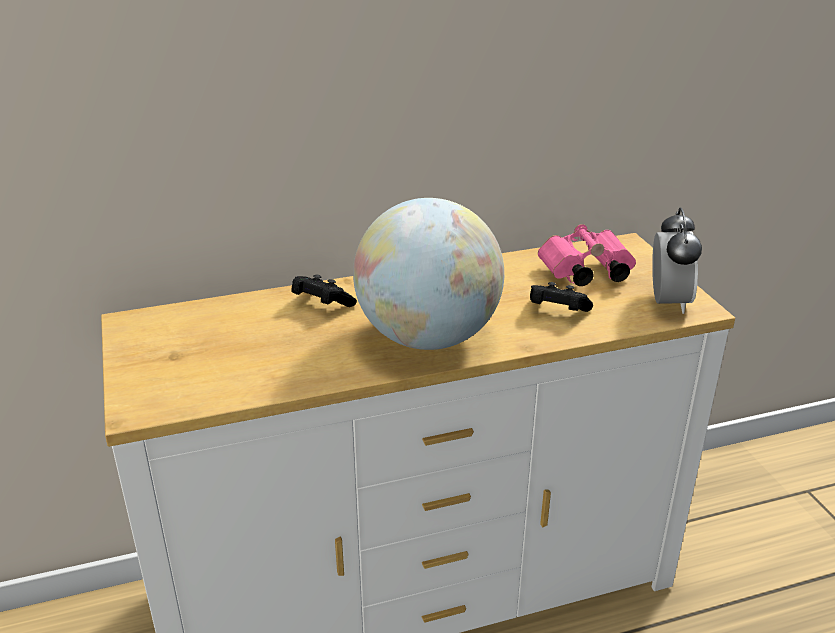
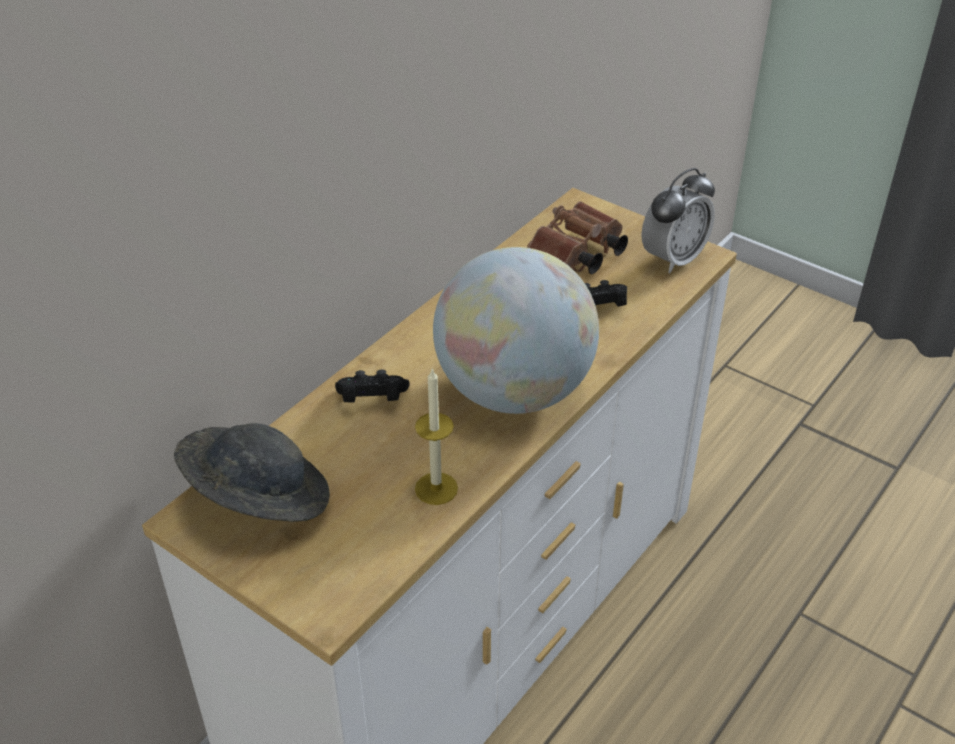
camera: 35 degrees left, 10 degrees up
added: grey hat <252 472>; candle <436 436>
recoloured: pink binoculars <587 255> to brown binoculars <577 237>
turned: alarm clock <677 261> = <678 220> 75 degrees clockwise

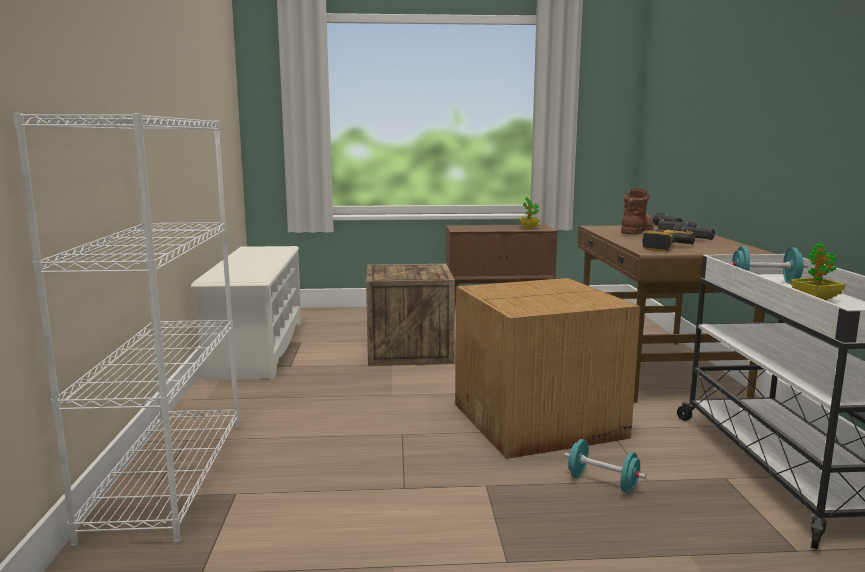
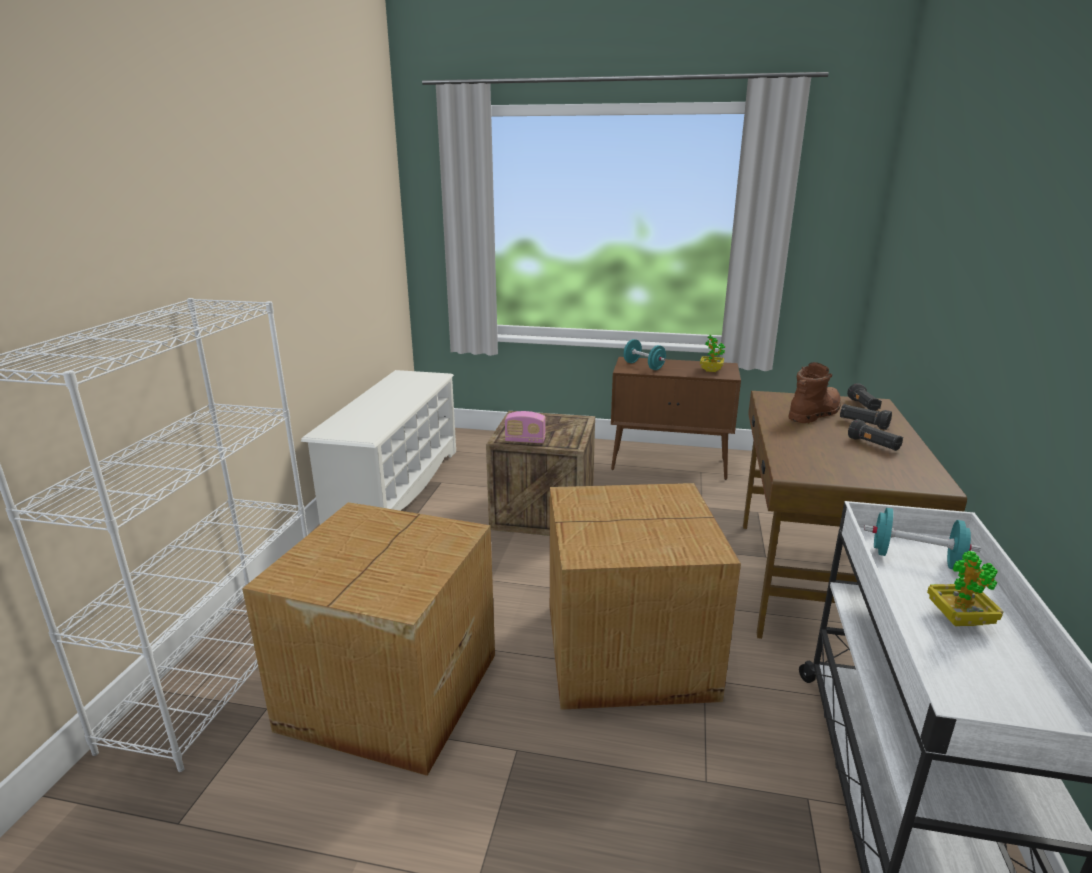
camera: 15 degrees right, 10 degrees up
removed: power drill <668 240>
added: cardboard box <368 639>; radio <525 427>
moved: turquoise dumbbell <605 466> to <645 354>

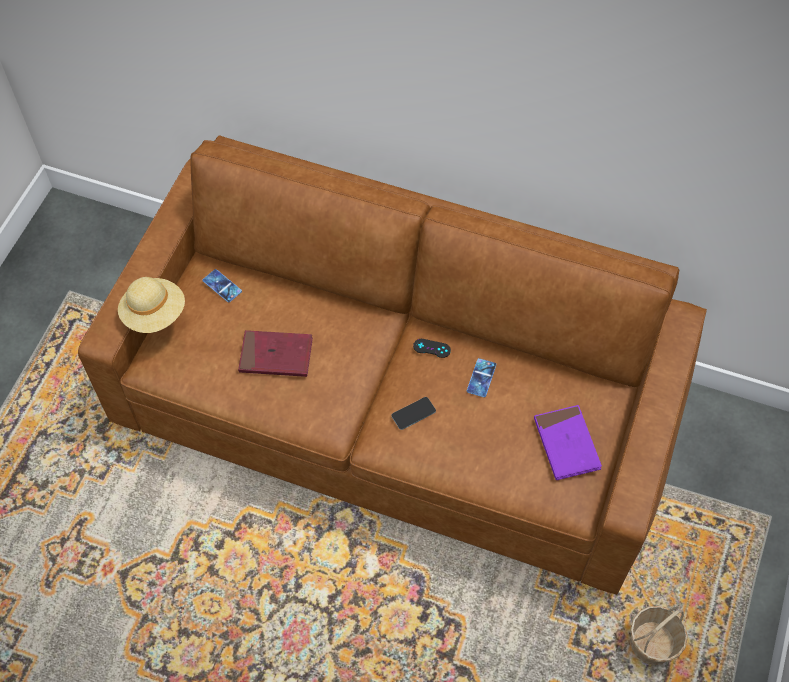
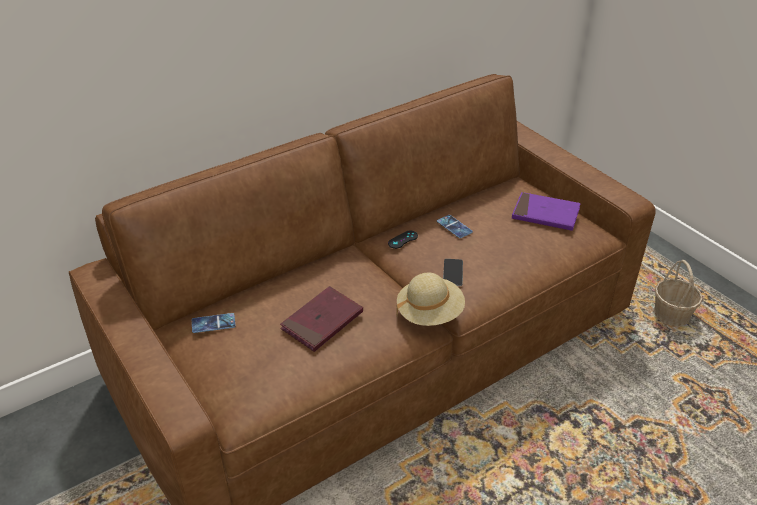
camera: 55 degrees left, 20 degrees down
moved: beige hat <151 305> to <430 299>

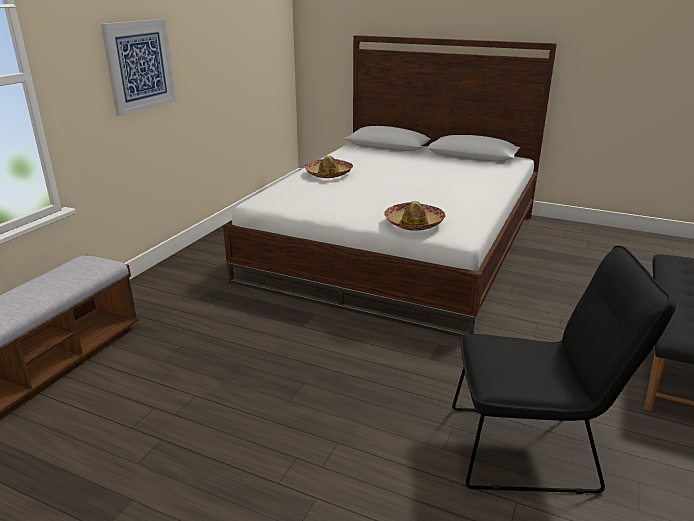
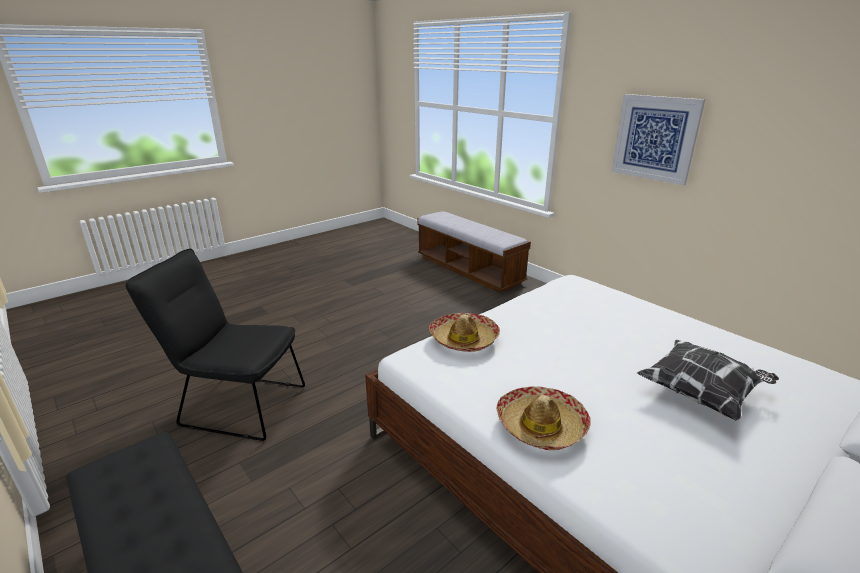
camera: 115 degrees right, 0 degrees up
added: pillow <708 380>
moved: hat <328 166> to <544 418>
turned: black chair <564 370> = <215 345> 75 degrees clockwise

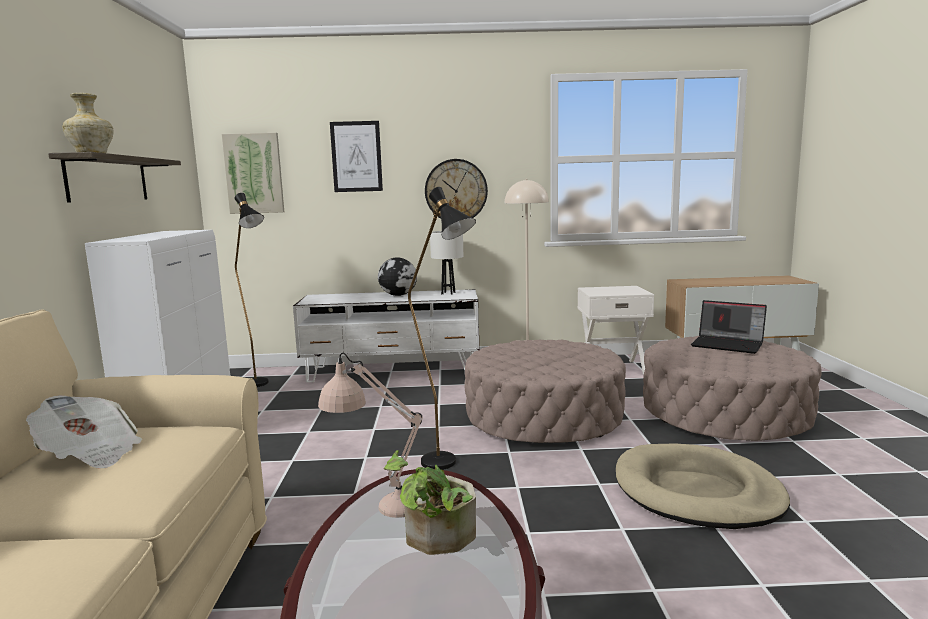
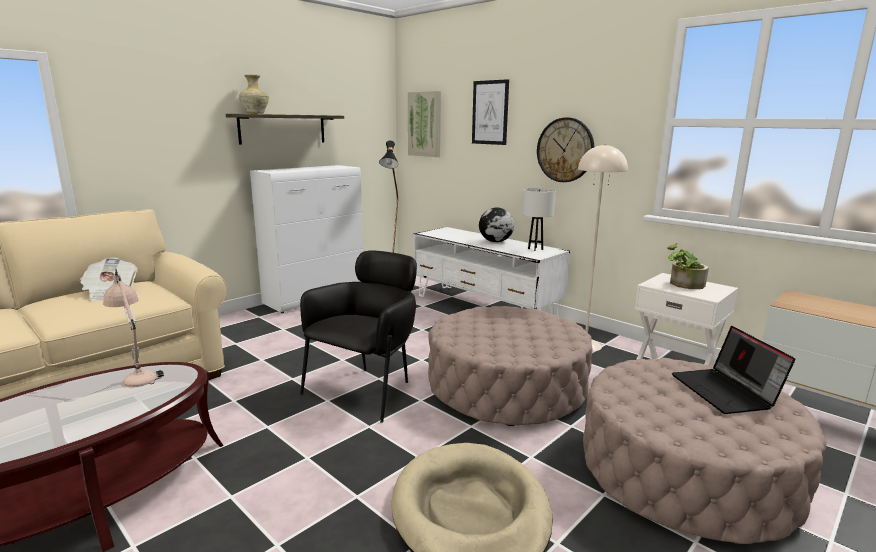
camera: 45 degrees right, 5 degrees up
moved: potted plant <430 502> to <688 266>
replaced: black floor lamp <442 328> to black armchair <358 336>

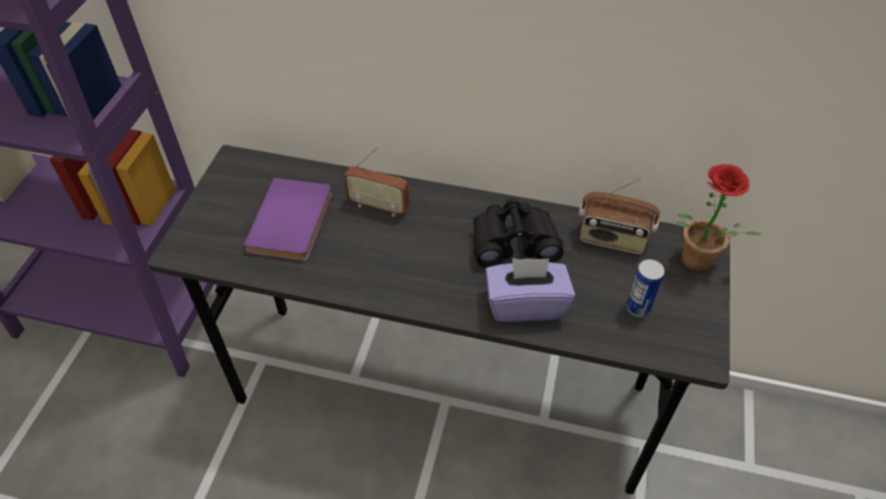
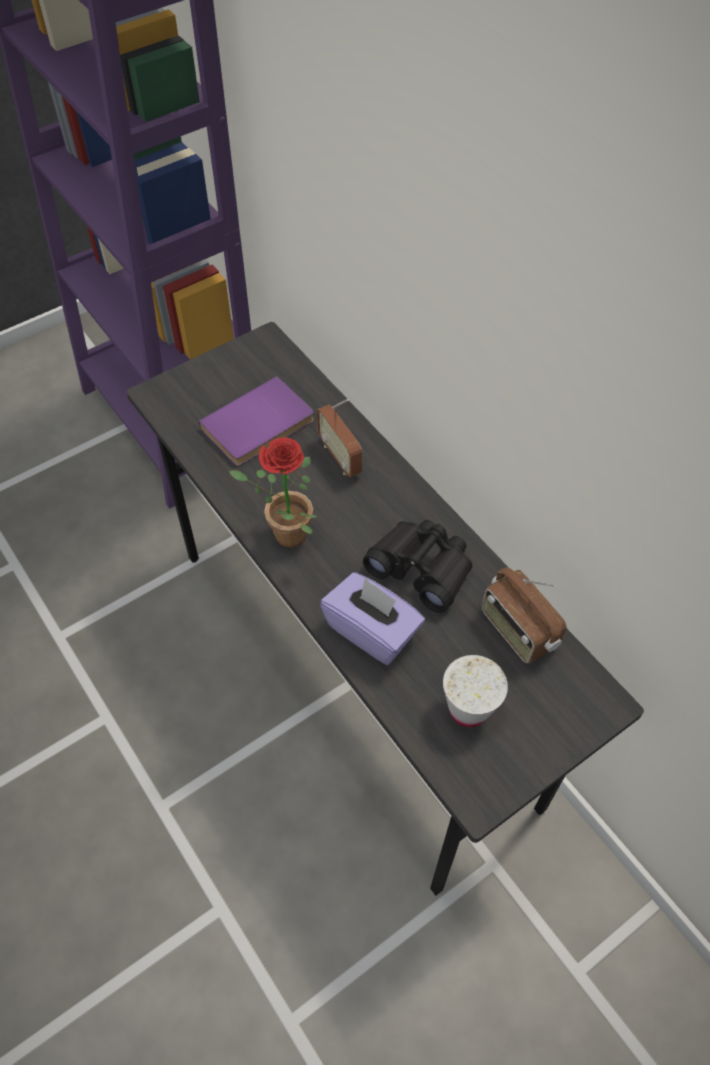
camera: 40 degrees right, 5 degrees up
moved: potted plant <719 218> to <272 492>
replaced: can <645 288> to white cup <475 691>

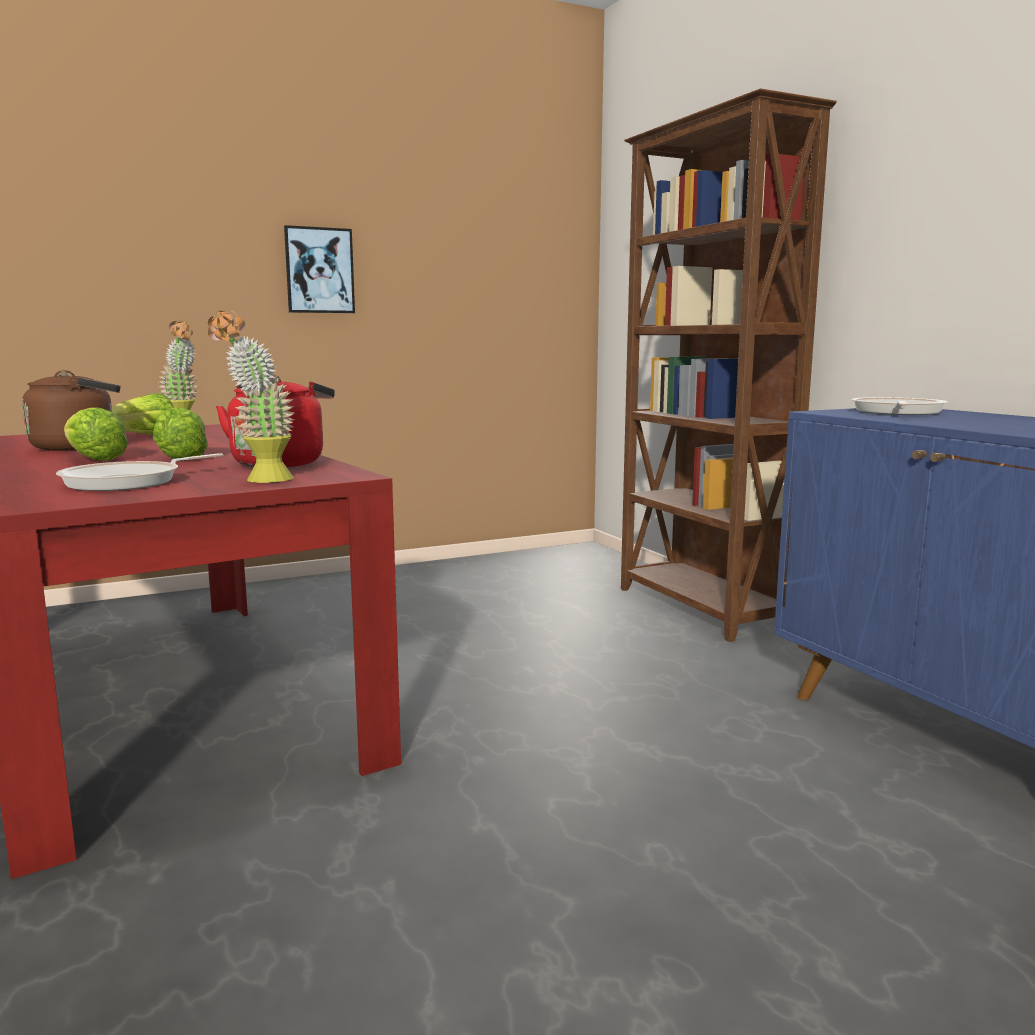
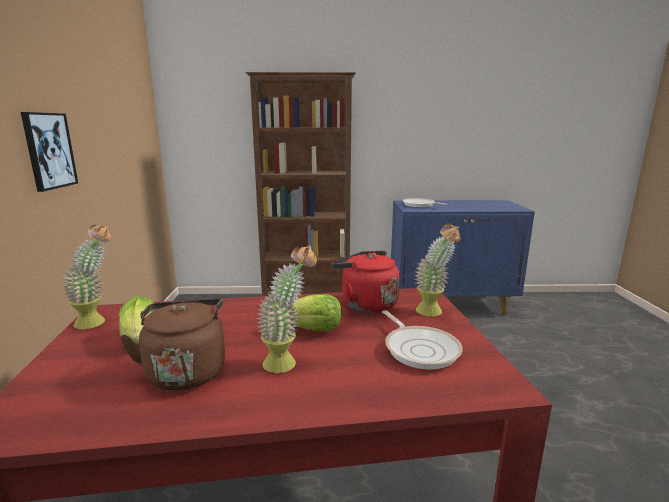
camera: 65 degrees left, 5 degrees up
replaced: lettuce <96 434> to potted plant <287 309>

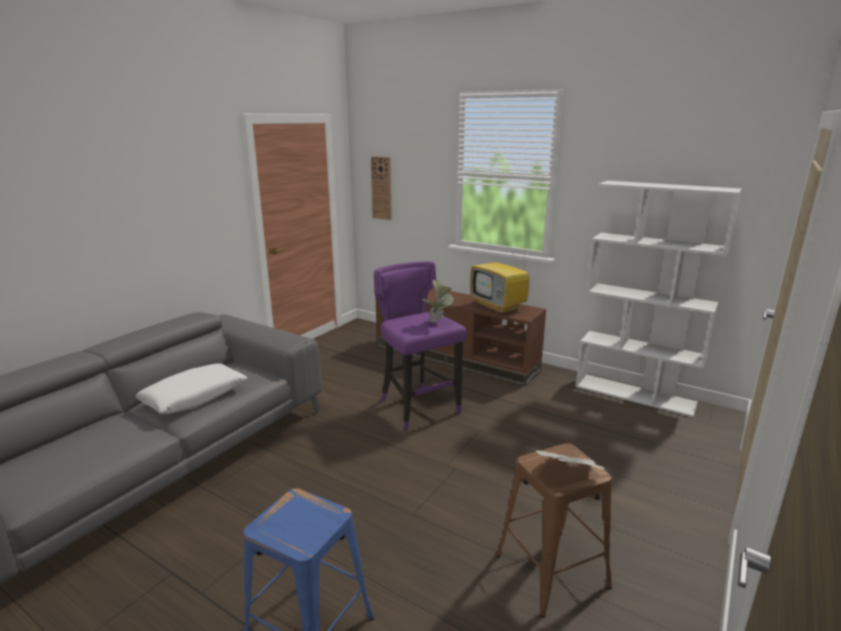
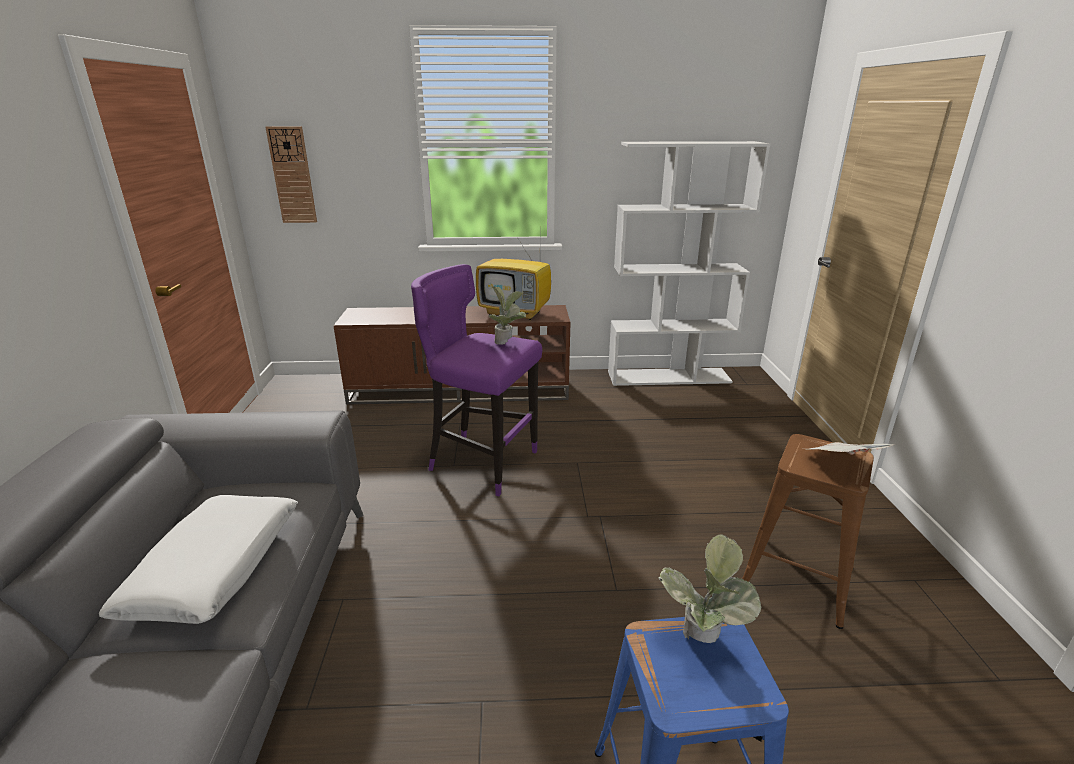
camera: 35 degrees left, 5 degrees up
added: potted plant <709 588>

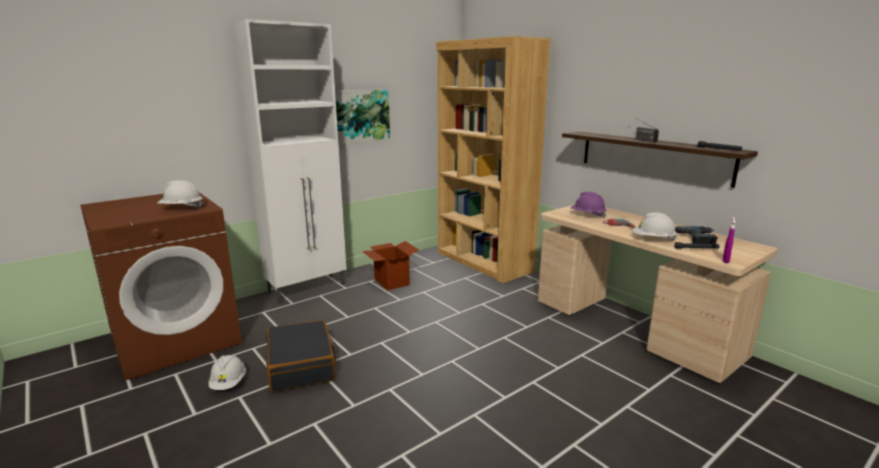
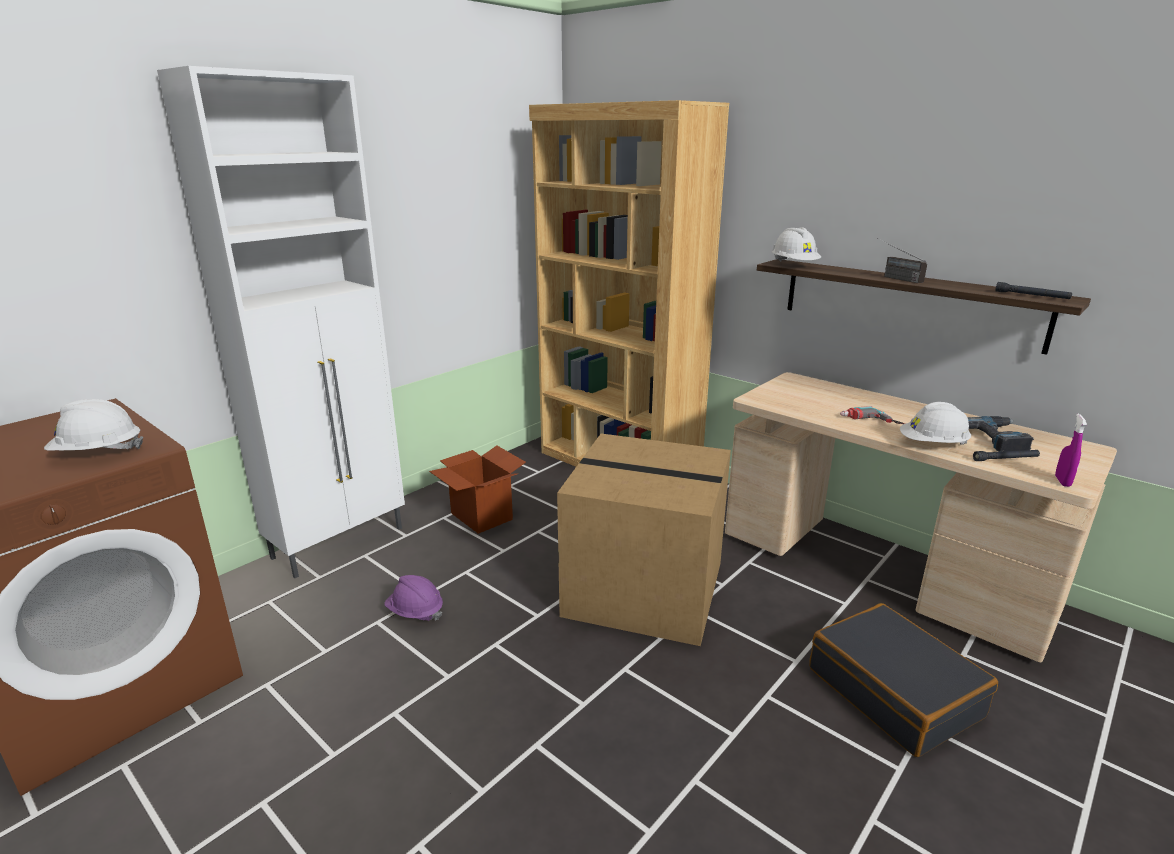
camera: 10 degrees left, 5 degrees up
removed: picture <362 117>
added: cardboard box <644 540>
moved: white hard hat <227 372> to <796 244>; black suitcase <301 355> to <903 680>; purple hard hat <588 205> to <414 598>

